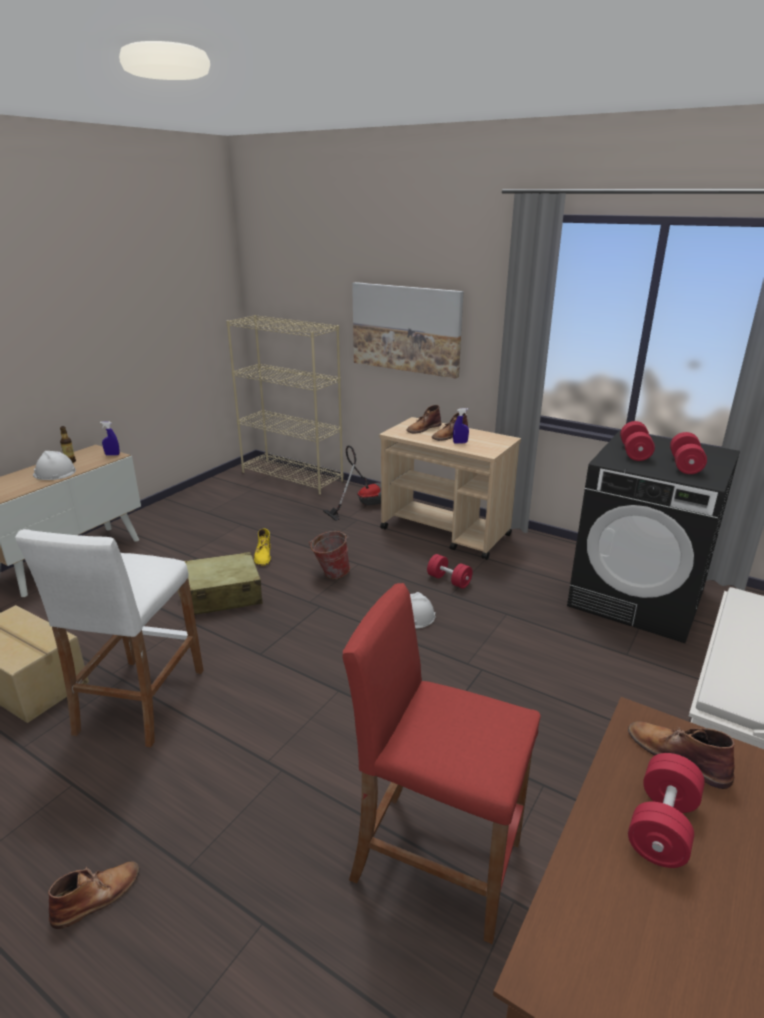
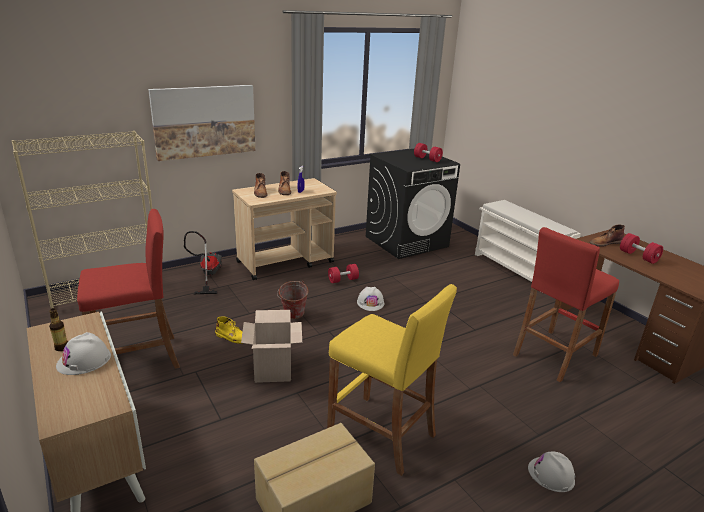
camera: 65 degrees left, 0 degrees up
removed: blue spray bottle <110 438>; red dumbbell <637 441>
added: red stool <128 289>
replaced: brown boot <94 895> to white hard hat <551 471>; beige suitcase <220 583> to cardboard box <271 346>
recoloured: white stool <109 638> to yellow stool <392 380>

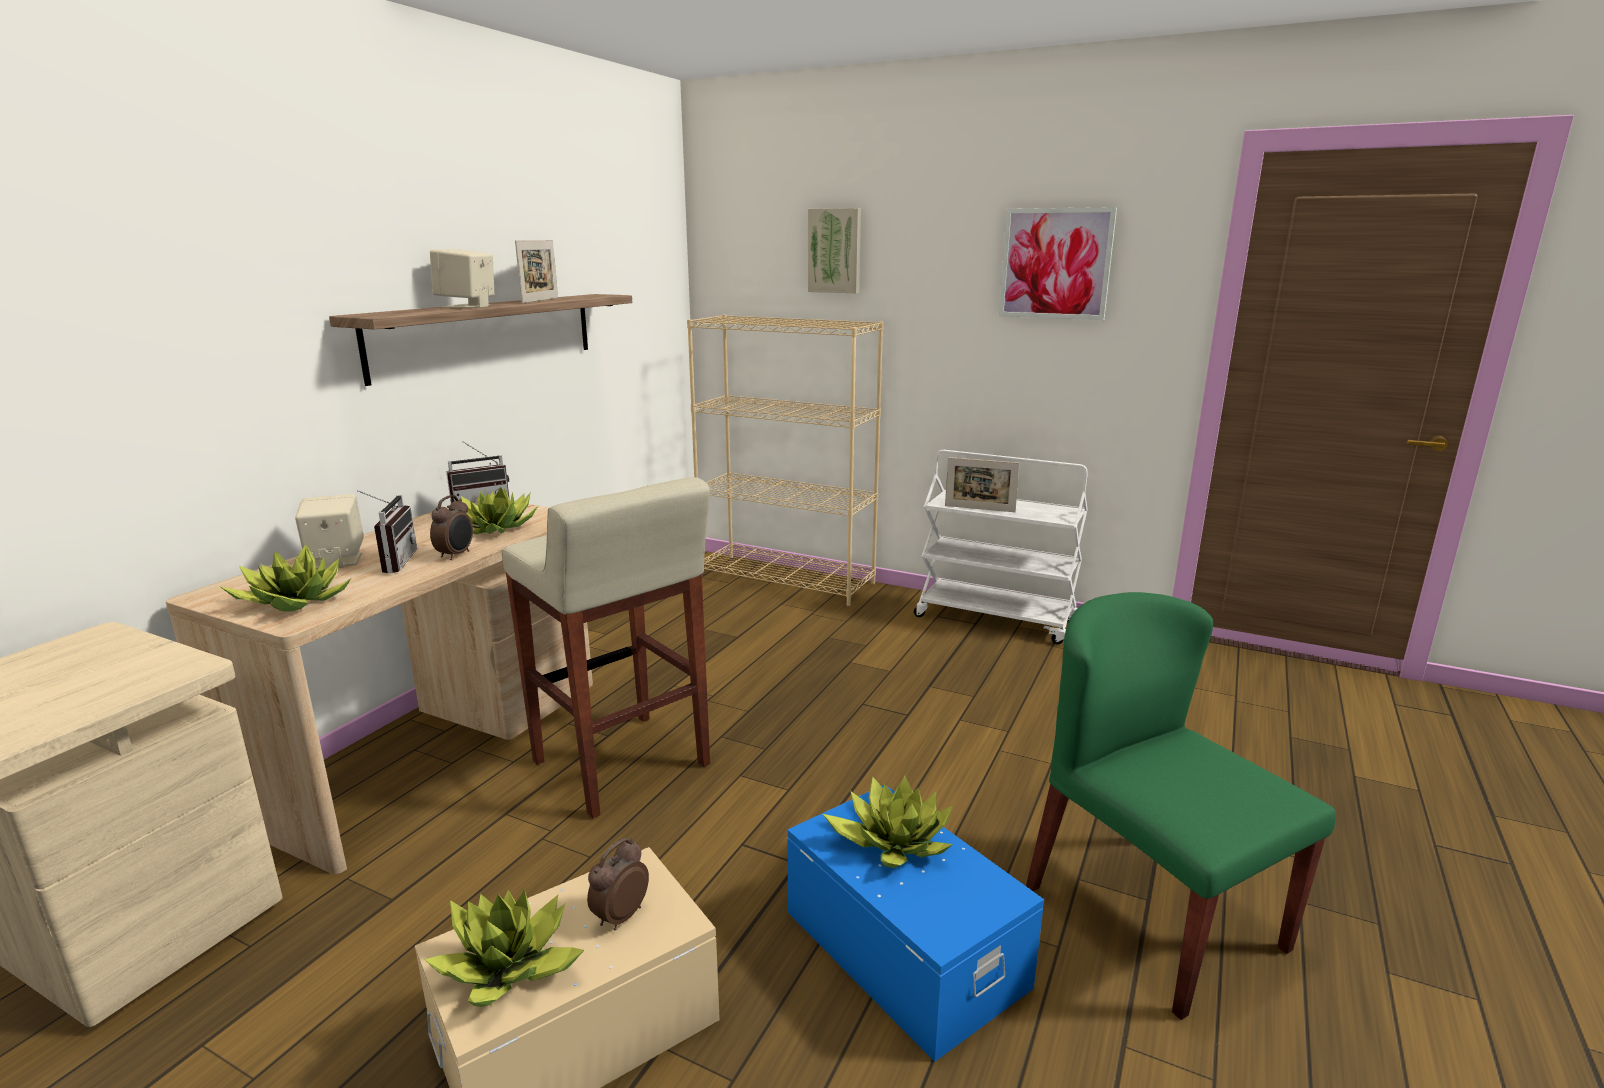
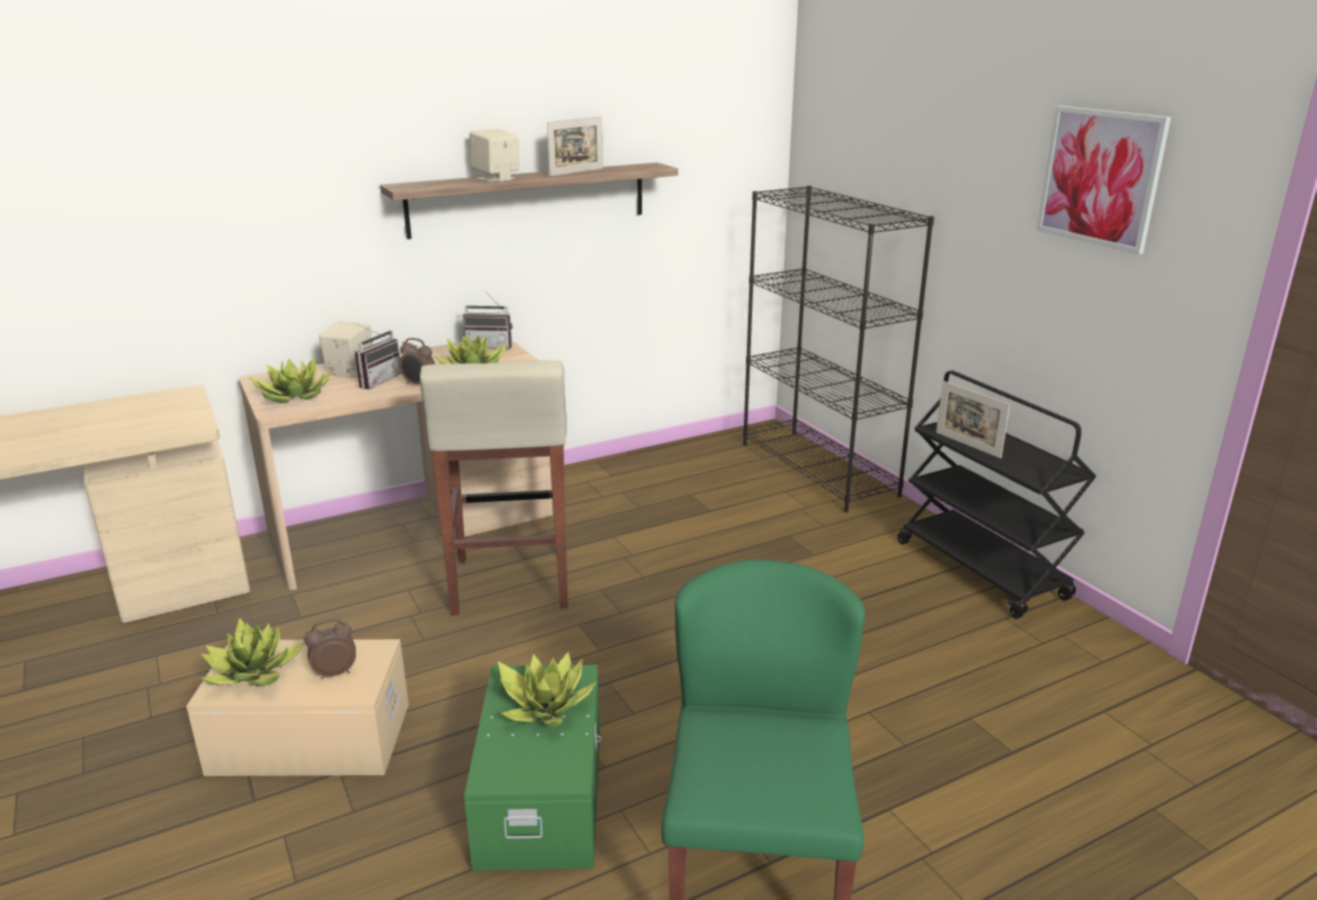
camera: 35 degrees right, 5 degrees up
removed: picture <834 250>
recoloured: beige bookcase <785 460> to black bookcase <838 349>; blue storage box <916 923> to green storage box <532 768>; white cart <1001 547> to black cart <996 495>
turned: alarm clock <451 527> = <417 361> 60 degrees clockwise

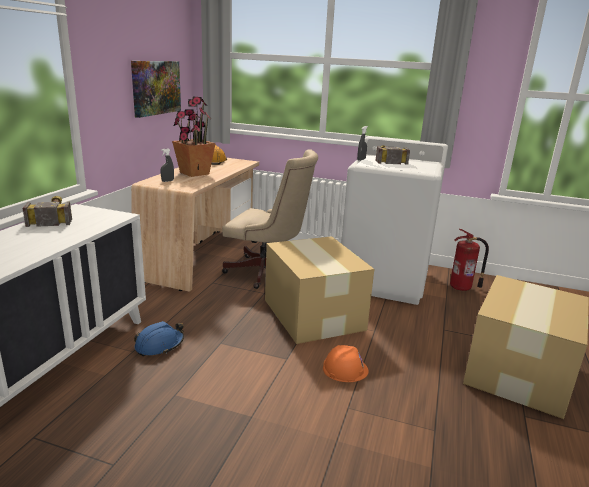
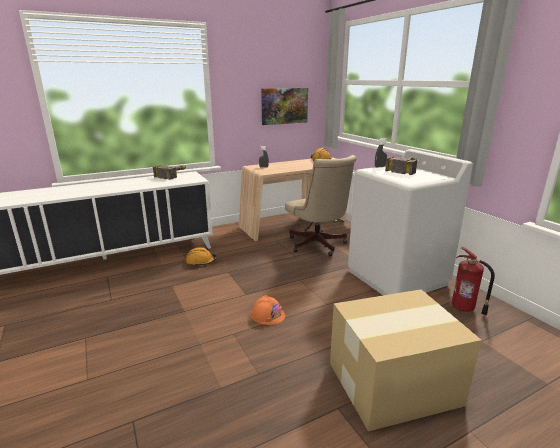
camera: 45 degrees right, 0 degrees up
removed: potted plant <194 137>; cardboard box <319 290>
recoloured: blue hard hat <159 338> to orange hard hat <201 256>

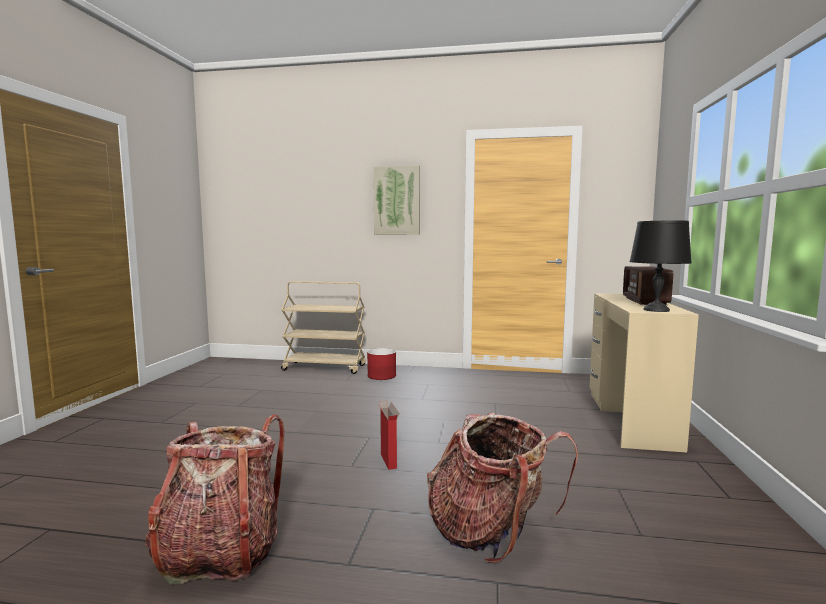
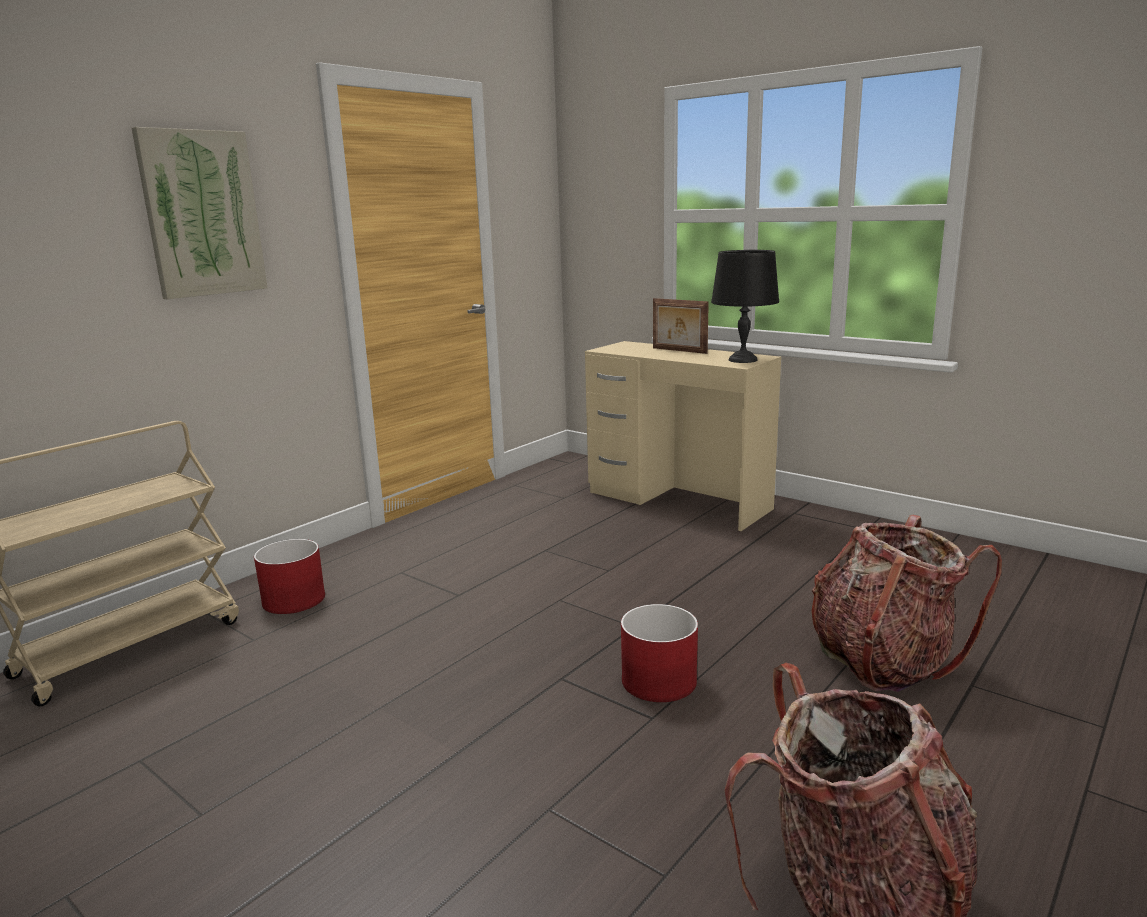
camera: 60 degrees left, 10 degrees up
replaced: cardboard box <388 435> to red planter <659 653>; radio <648 285> to picture frame <681 326>

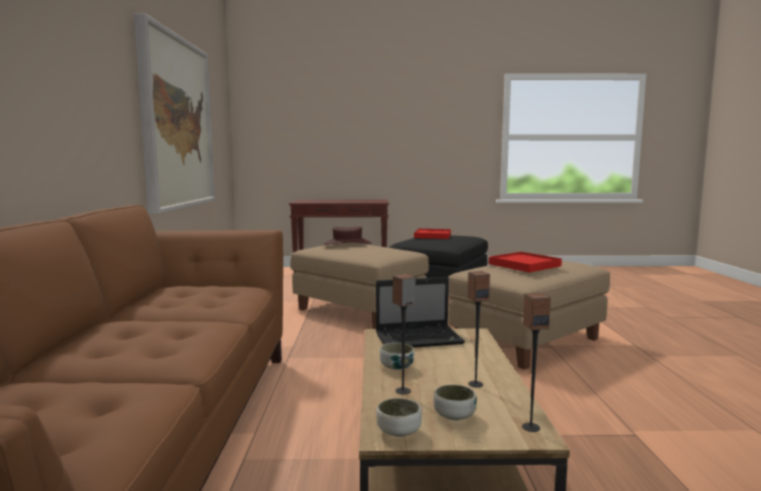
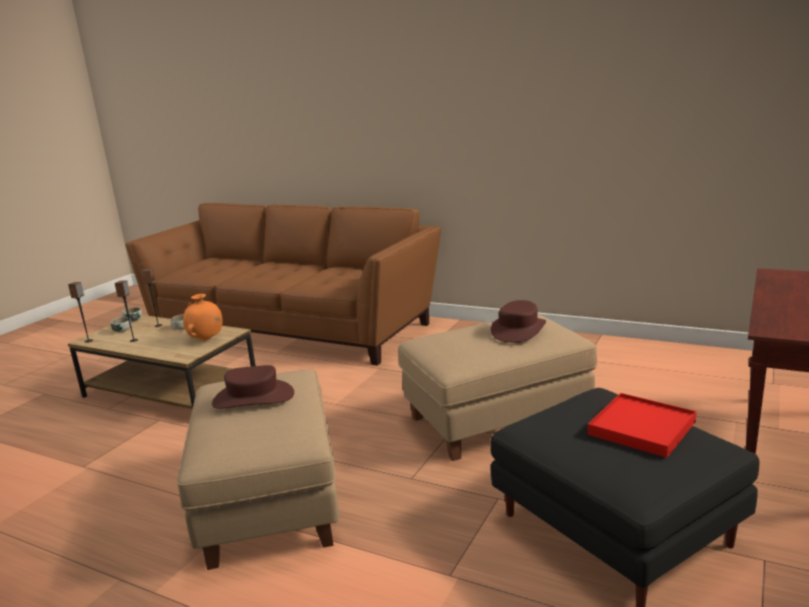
camera: 120 degrees right, 10 degrees up
removed: picture <174 113>
replaced: laptop <420 312> to orange vase <203 317>; red tray <525 262> to brown hat <253 387>

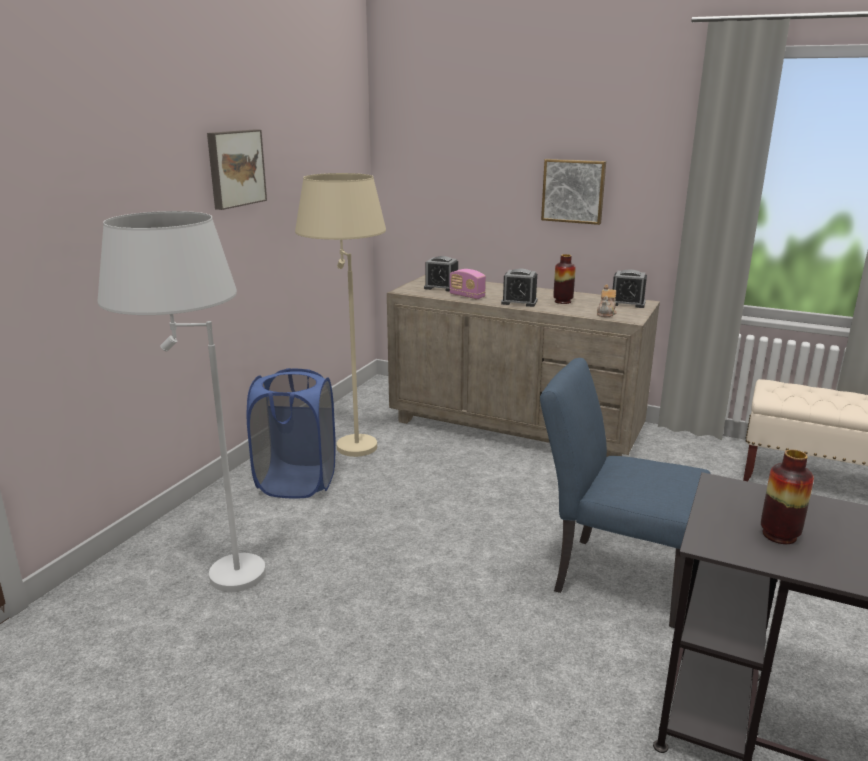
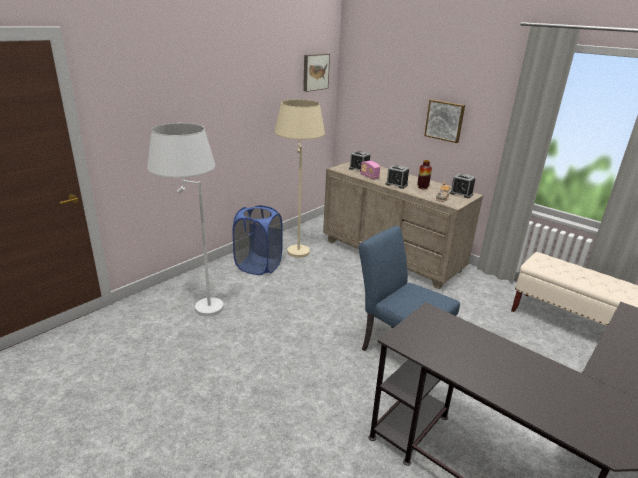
camera: 15 degrees right, 5 degrees up
removed: vase <787 496>
moved: picture <237 169> to <316 73>

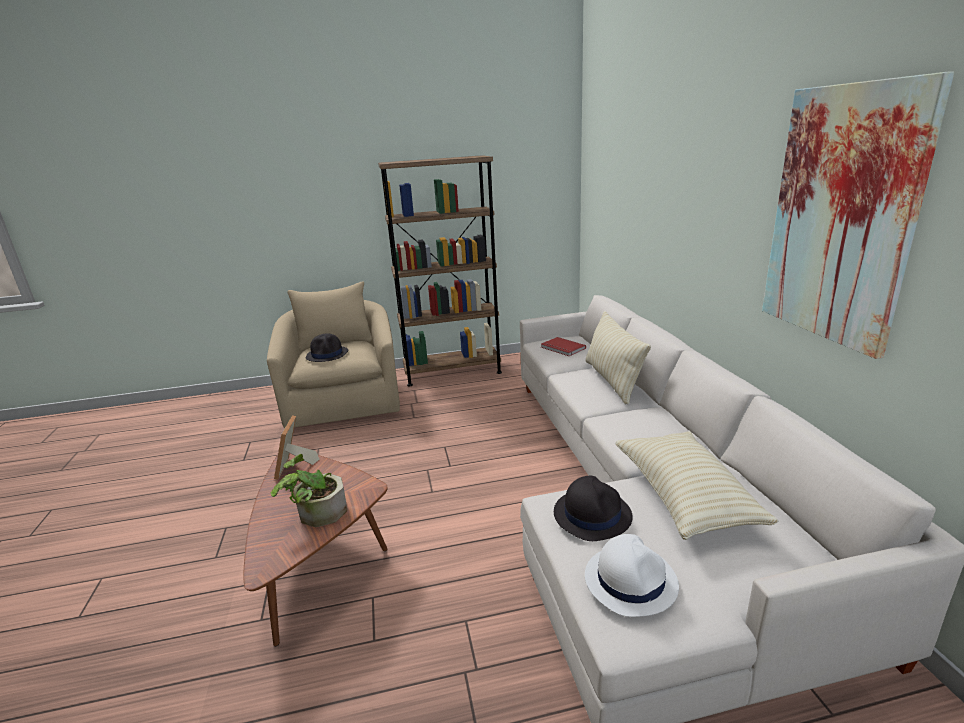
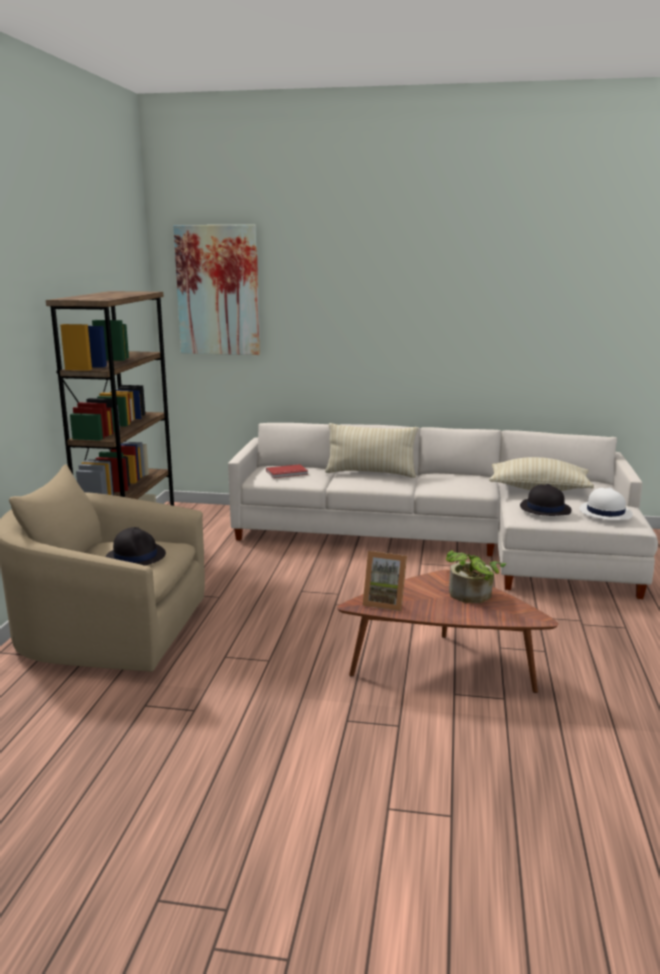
camera: 70 degrees left, 5 degrees down
moved: picture <858 215> to <216 290>

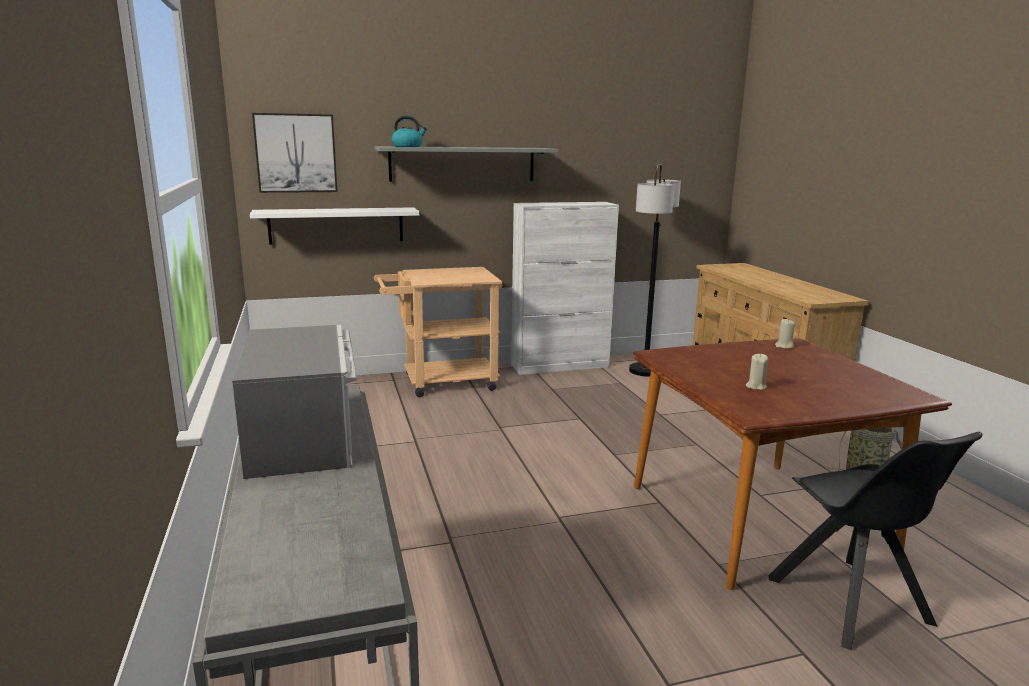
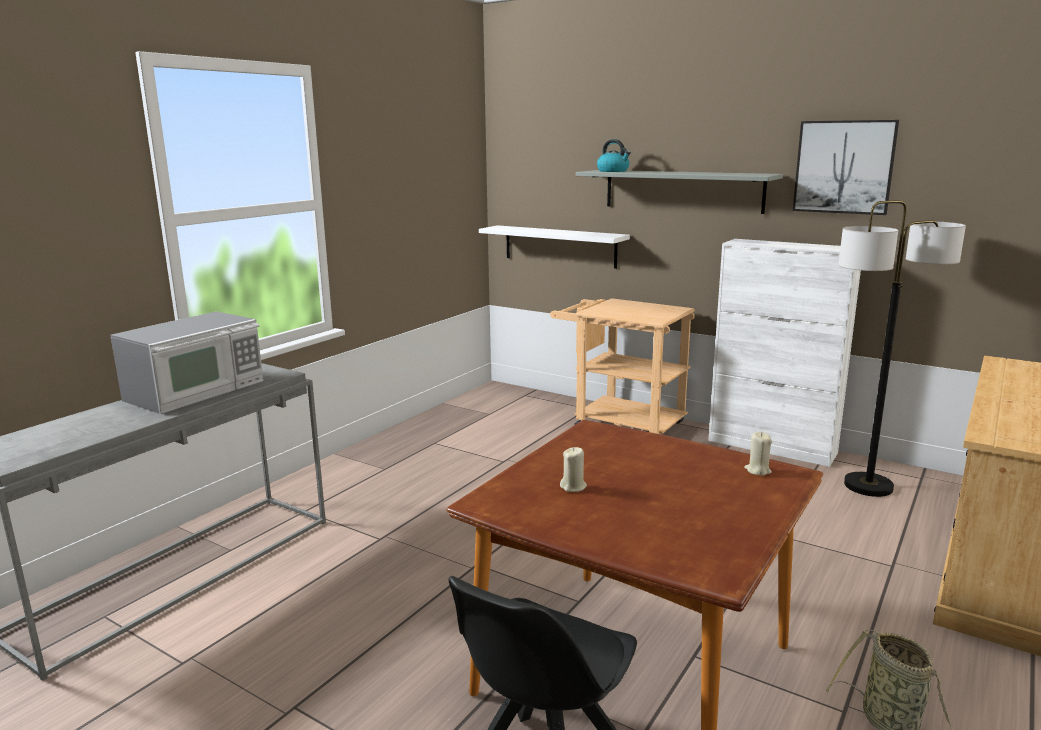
camera: 50 degrees right, 0 degrees up
moved: picture <294 153> to <846 167>

